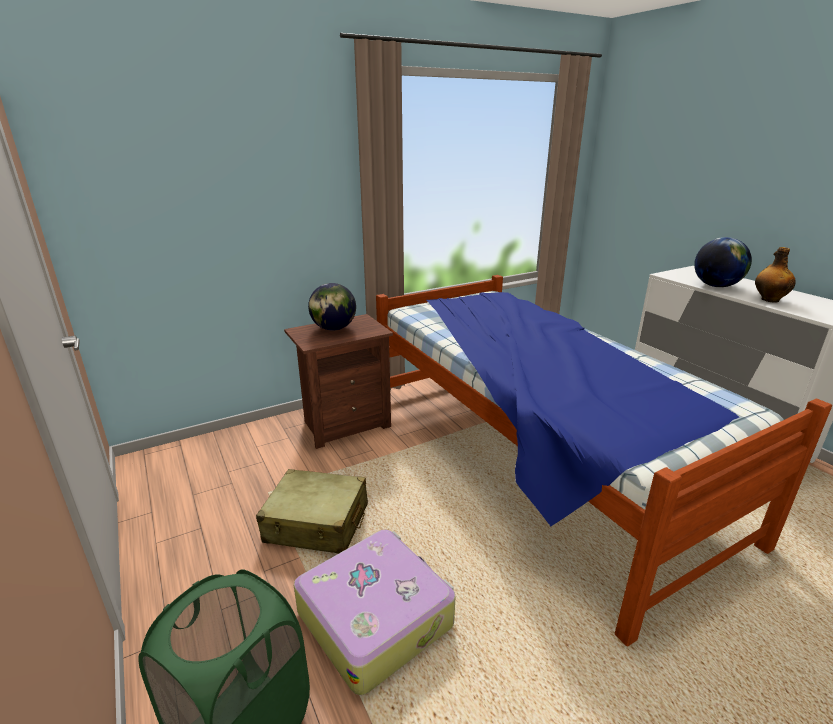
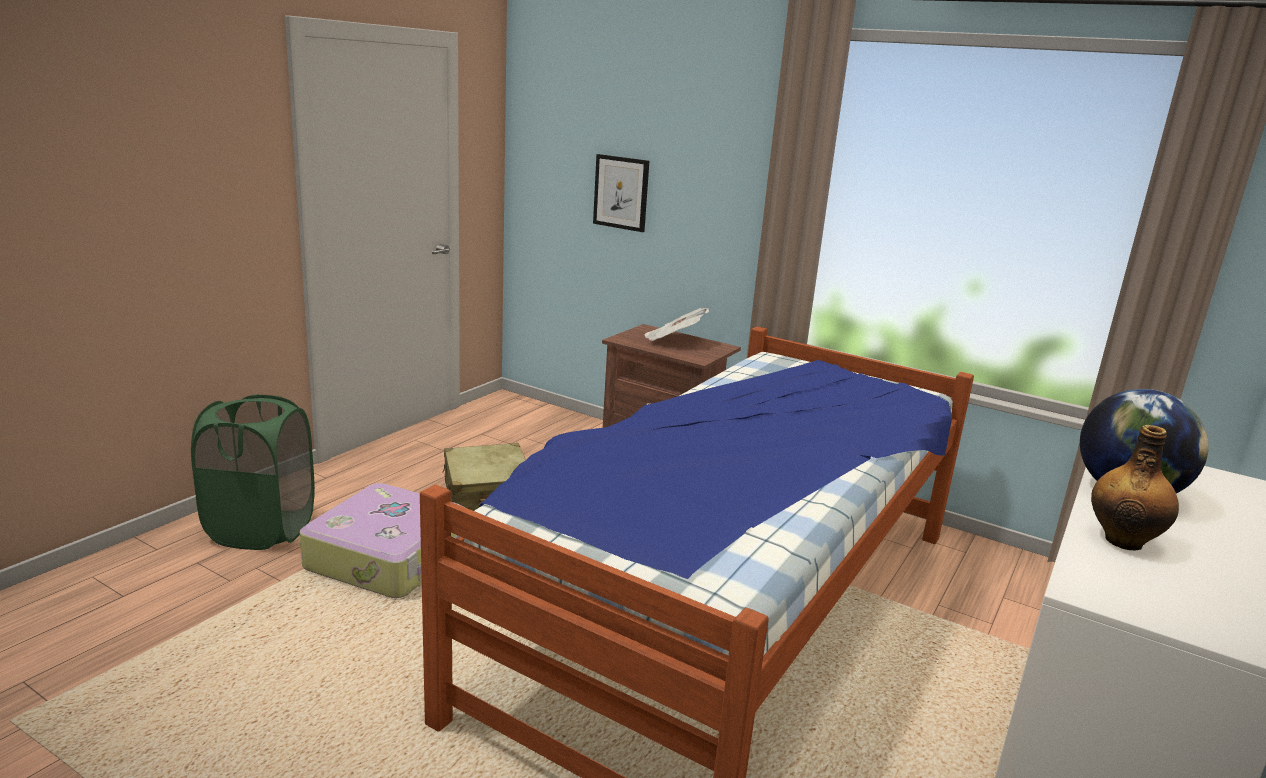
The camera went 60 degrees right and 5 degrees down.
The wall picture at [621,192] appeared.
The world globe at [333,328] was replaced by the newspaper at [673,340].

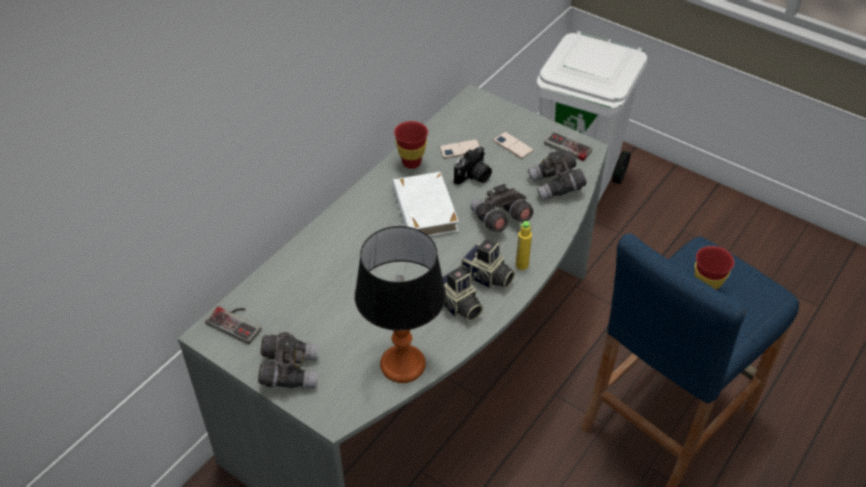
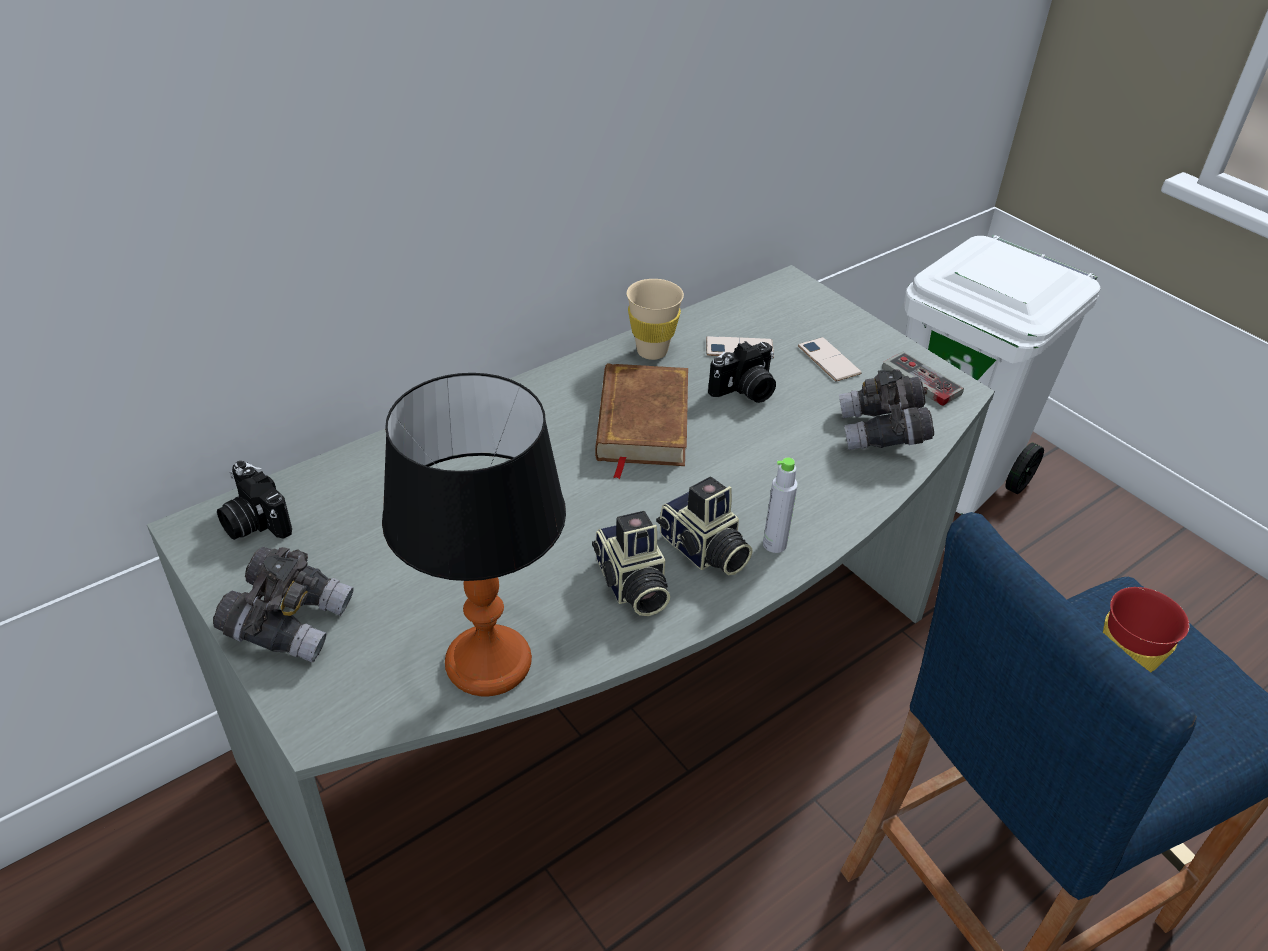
The camera went 15 degrees right and 5 degrees down.
The greyish field glasses at [500,220] disappeared.
The gamepad at [237,322] was replaced by the still camera at [253,522].
The whitish book at [424,210] became the brown-coloured book at [641,423].
The red-coloured cup at [411,163] became the beige-coloured cup at [652,351].
The yellowish drink bottle at [522,265] became the greyish drink bottle at [774,544].

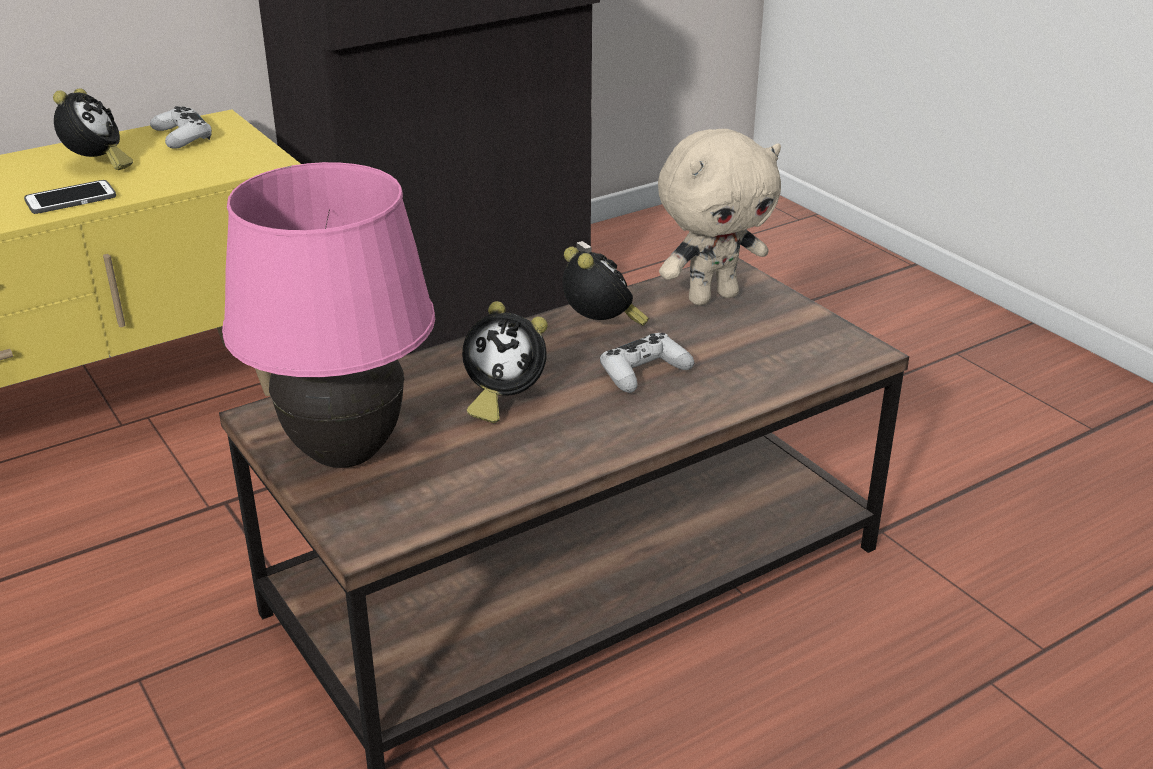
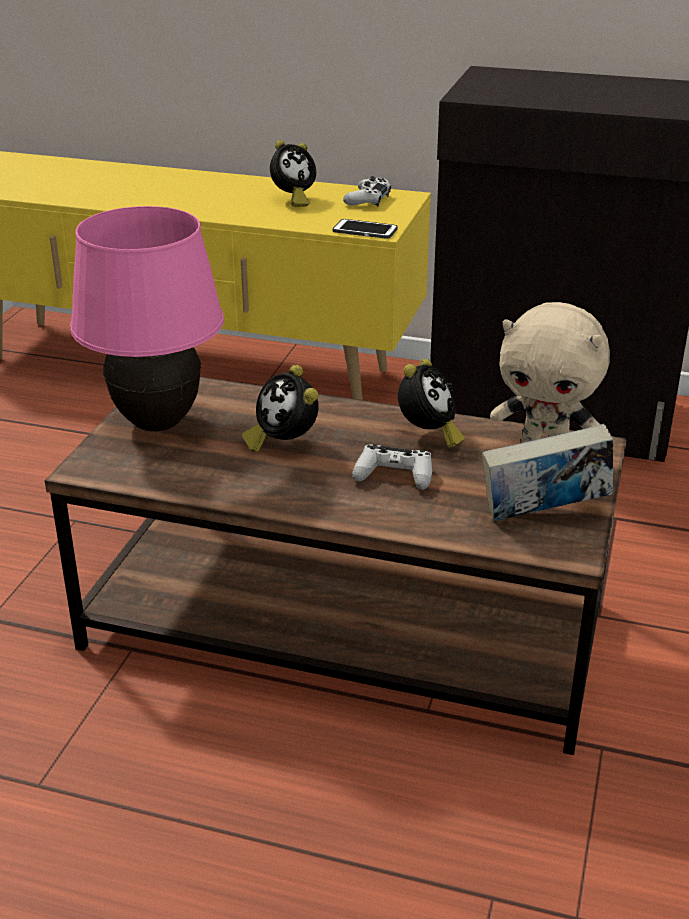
The camera went 50 degrees right and 0 degrees up.
The book at [543,516] appeared.
The telephone moved from [71,199] to [365,230].

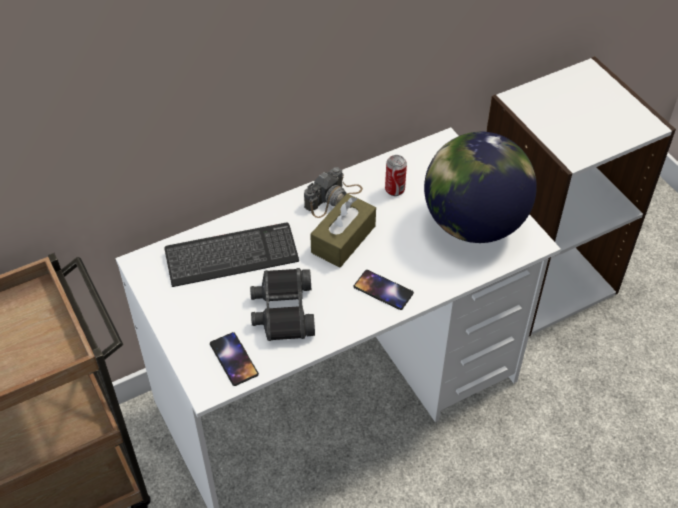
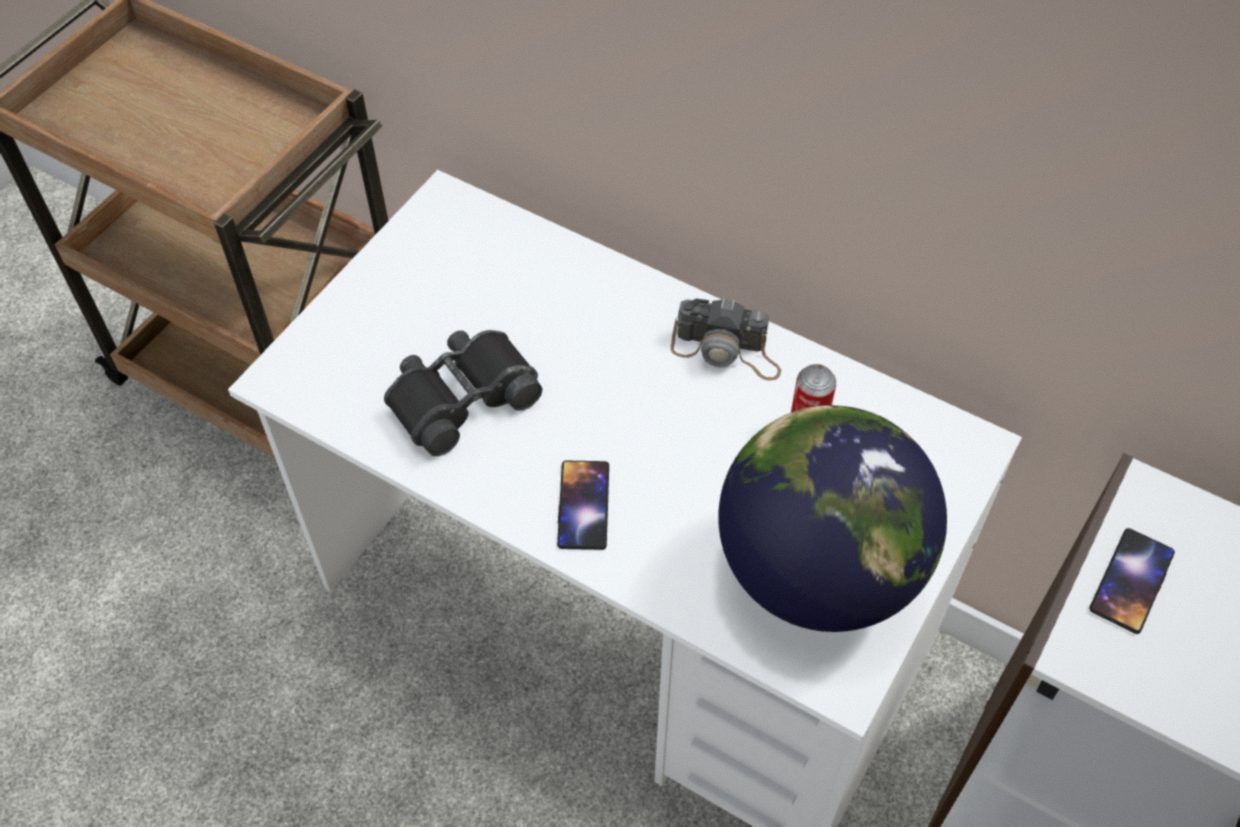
The camera went 60 degrees right and 5 degrees up.
The computer keyboard at [232,256] disappeared.
The brown-coloured tissue box at [343,239] disappeared.
The telephone moved from [234,359] to [1132,581].

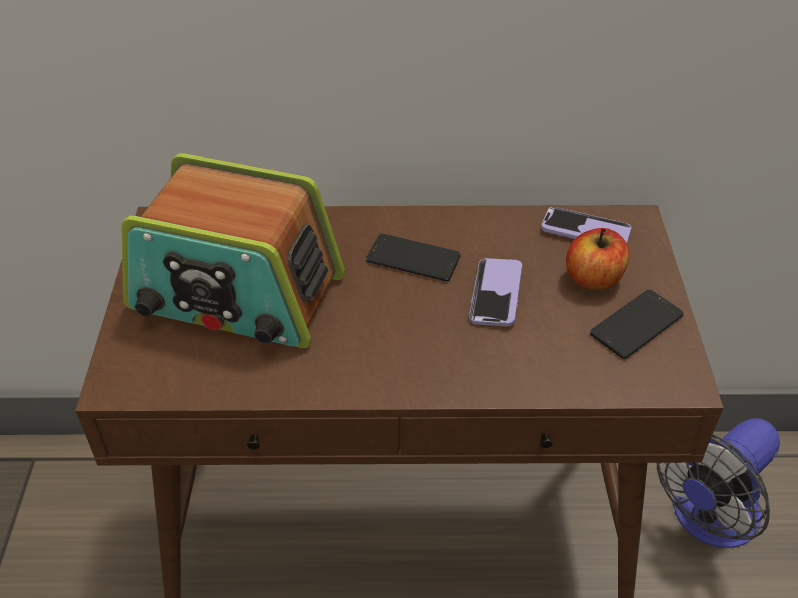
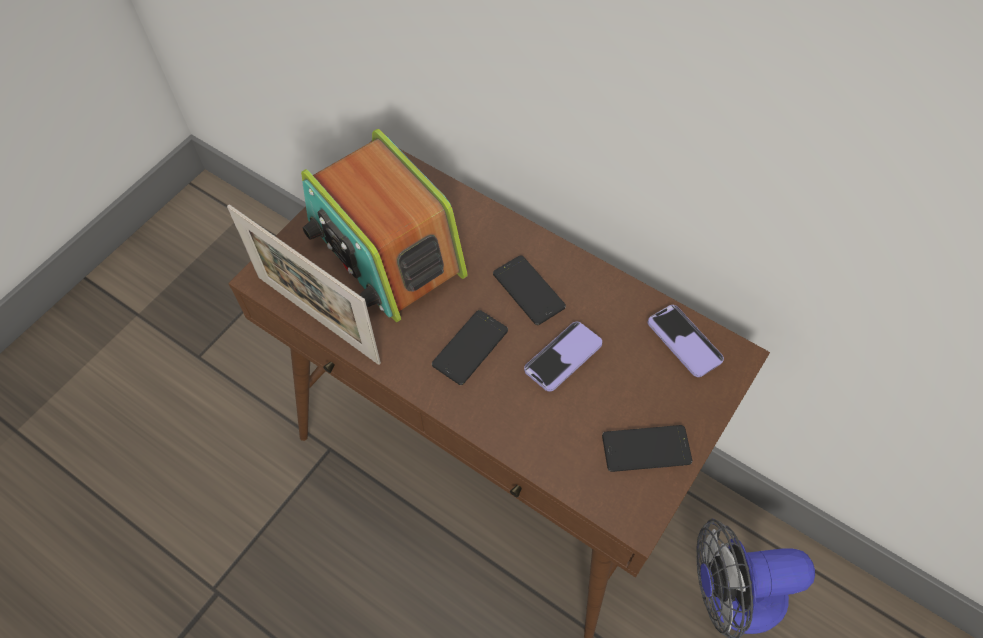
The camera went 35 degrees right and 15 degrees up.
The whole apple at [593,279] disappeared.
The picture frame at [317,319] appeared.
The telephone at [470,347] appeared.

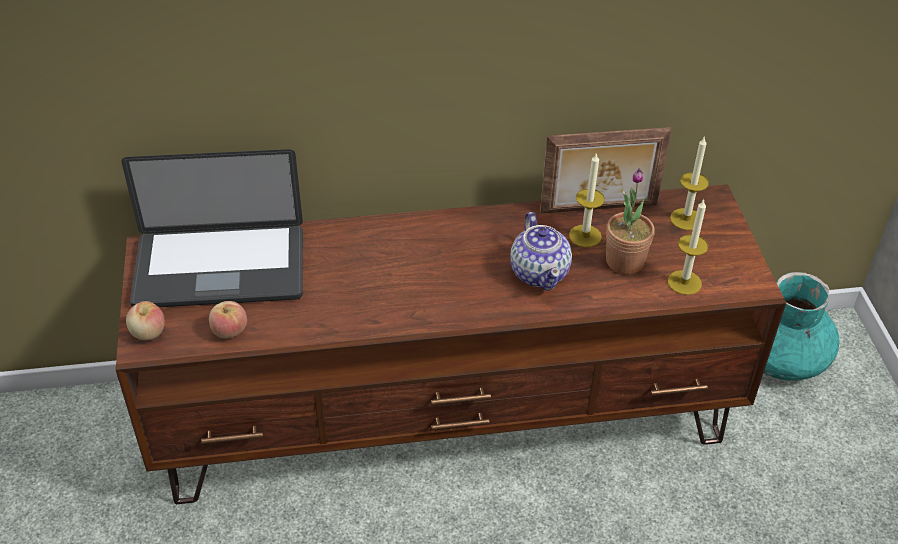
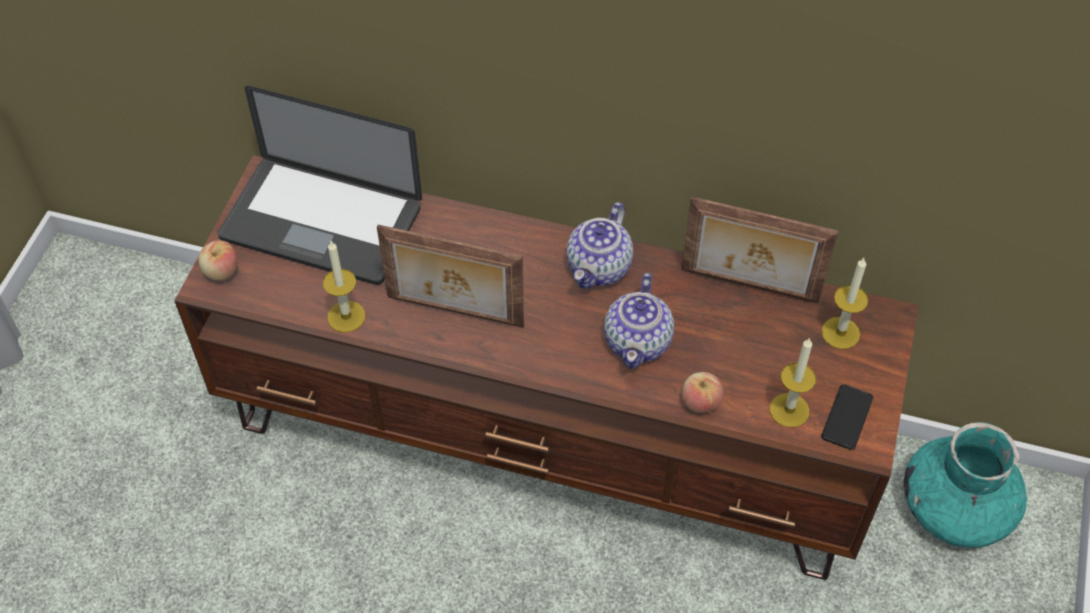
The camera went 25 degrees right and 10 degrees up.
The potted plant at [625,261] disappeared.
The picture frame at [454,313] appeared.
The tea pot at [599,268] appeared.
The telephone at [847,417] appeared.
The whole apple moved from [229,331] to [700,402].
The wax light moved from [585,236] to [346,316].

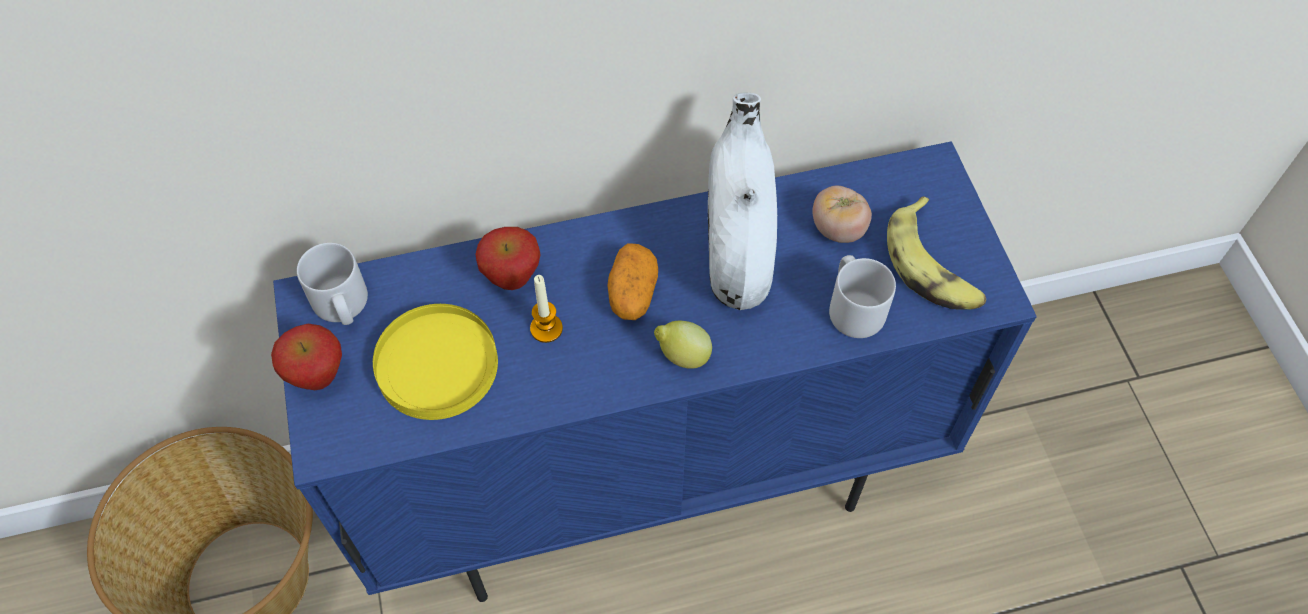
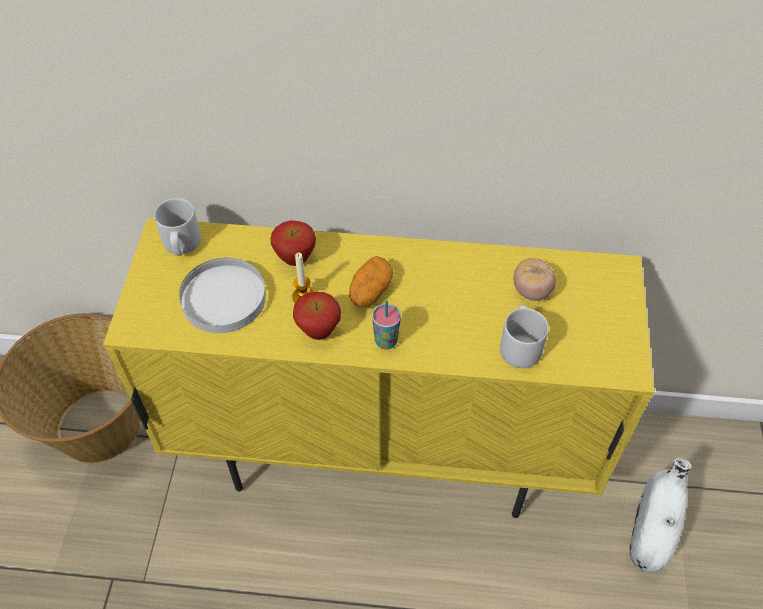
The camera went 20 degrees right and 5 degrees down.
The banana fruit at [932,267] disappeared.
The whole apple moved from [318,377] to [319,332].
The whitish vase moved from [737,251] to [649,532].
The lemon at [682,356] was replaced by the cup at [386,341].
The bluish storage cabinet at [653,483] became the yellowish storage cabinet at [382,452].
The yellowish flat dish at [436,365] became the whitish flat dish at [223,298].

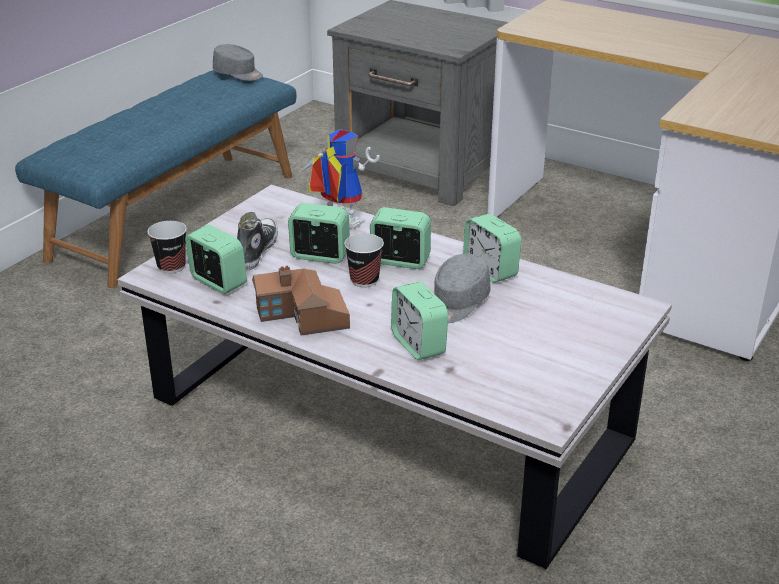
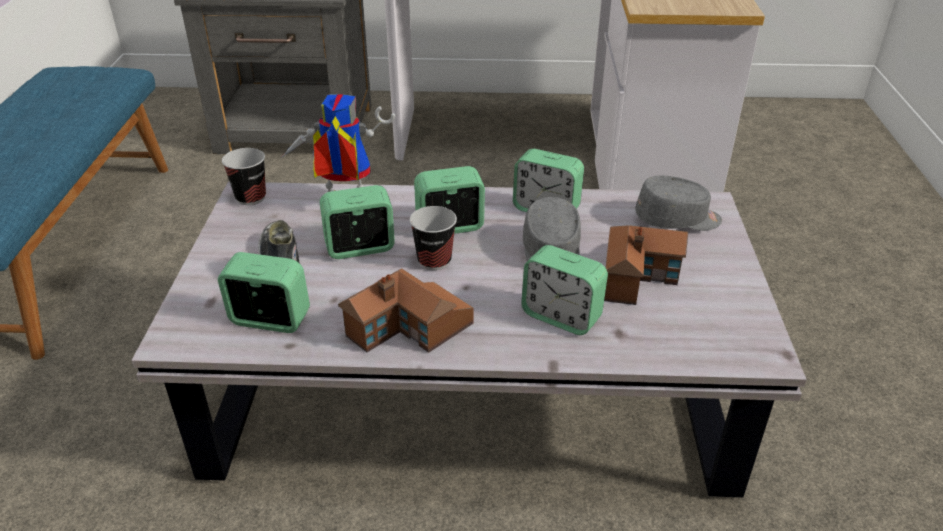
The camera went 30 degrees left and 5 degrees up.
The toy house at [640,275] appeared.
The cup moved from [171,266] to [251,197].
The greyish baseball cap moved from [238,74] to [678,220].

